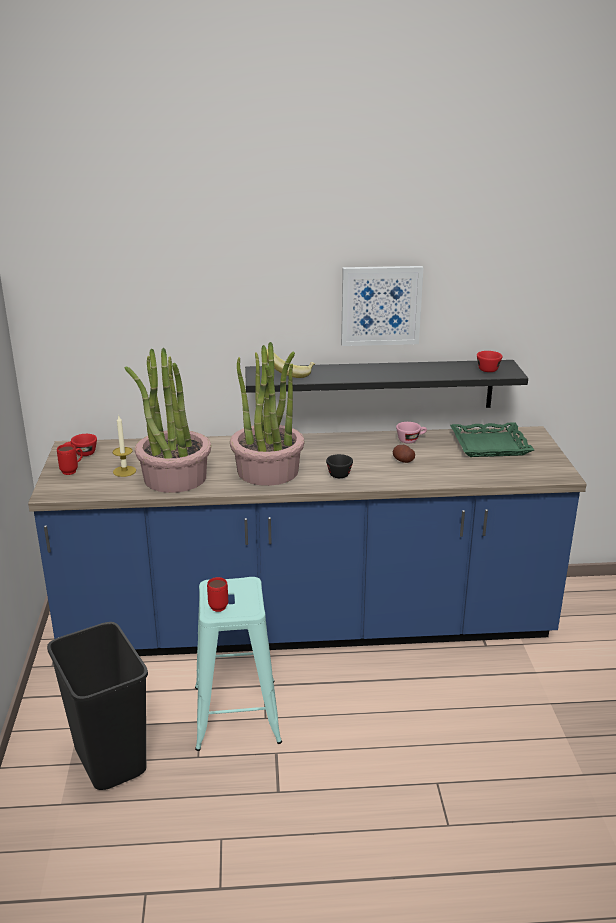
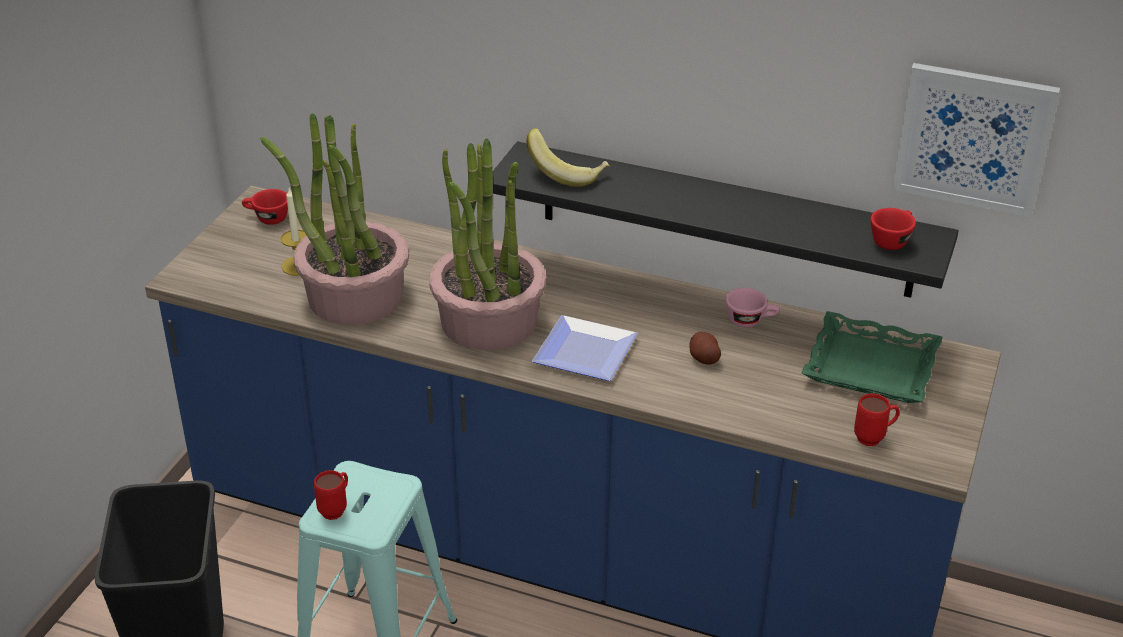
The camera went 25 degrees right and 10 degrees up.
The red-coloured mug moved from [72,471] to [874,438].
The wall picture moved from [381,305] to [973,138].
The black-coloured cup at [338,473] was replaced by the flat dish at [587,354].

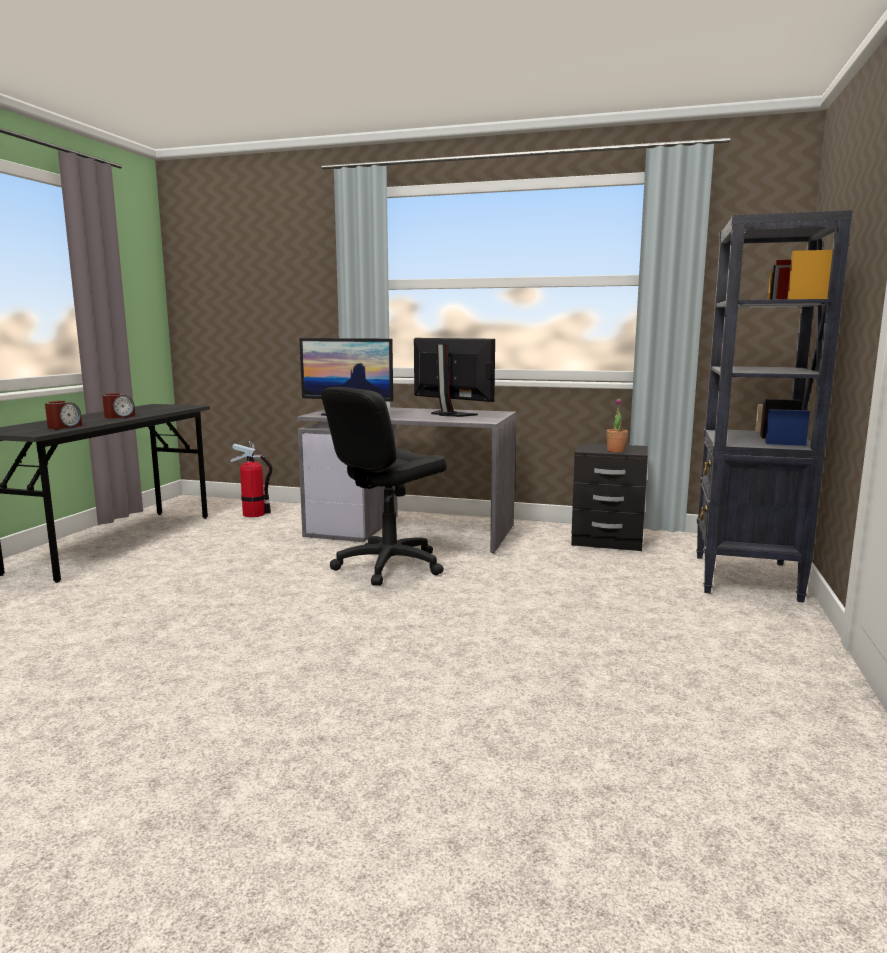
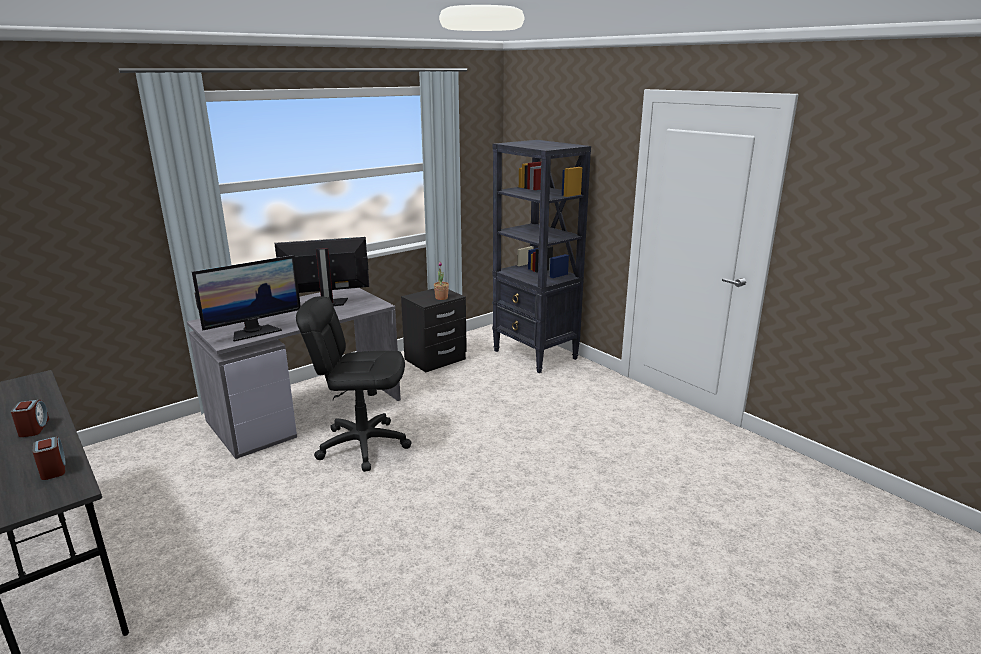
The camera went 55 degrees left and 10 degrees up.
The fire-fighting cylinder at [254,514] disappeared.
The black-coloured computer chair at [389,566] turned 105 degrees clockwise.

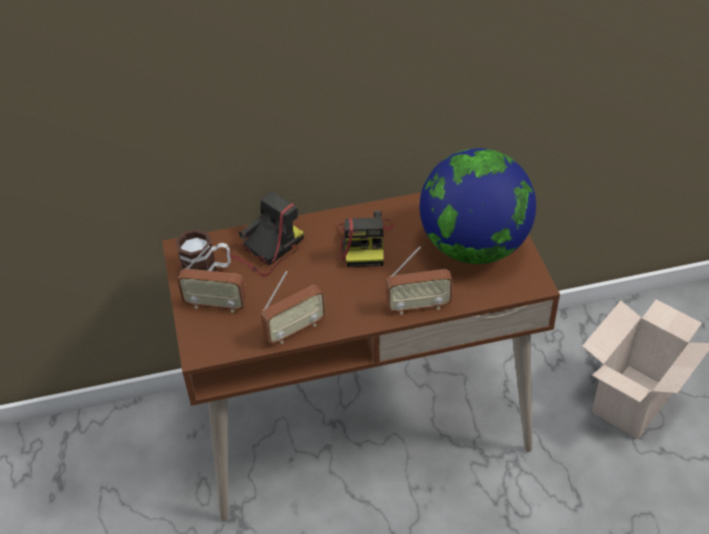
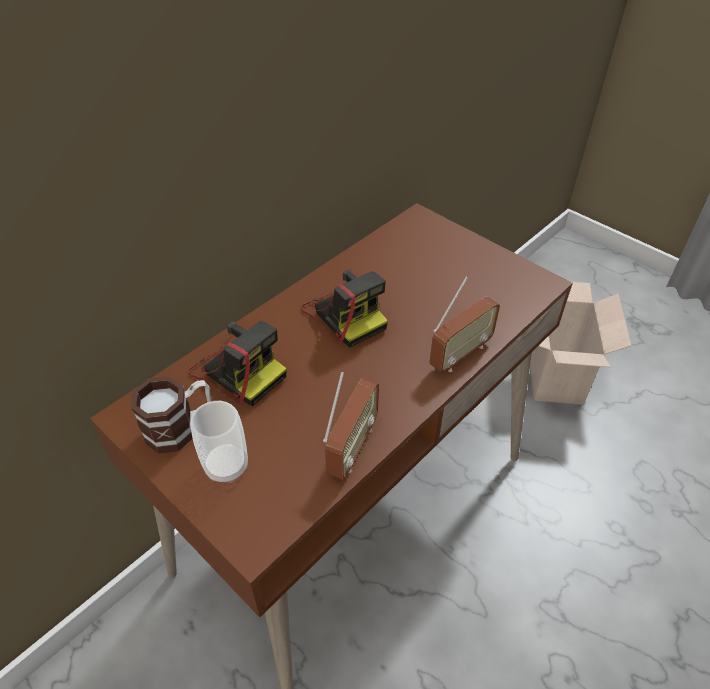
The camera went 35 degrees left and 0 degrees up.
The world globe at [474,246] disappeared.
The radio set at [215,305] was replaced by the cup at [226,466].
The still camera at [266,249] turned 120 degrees clockwise.

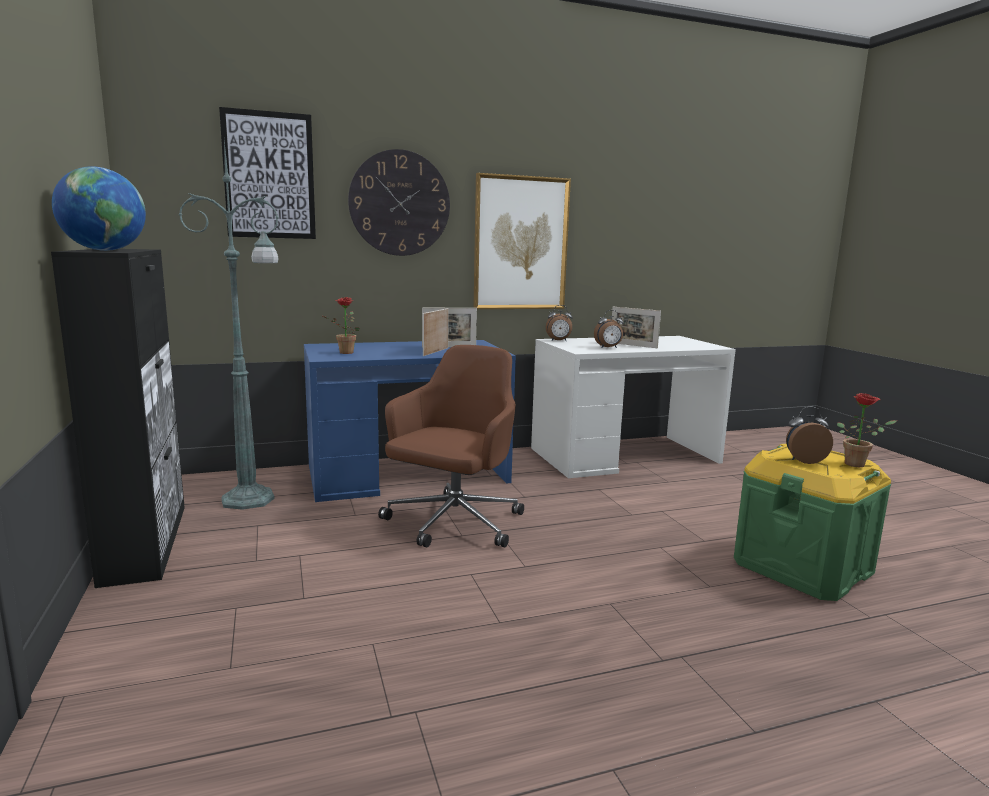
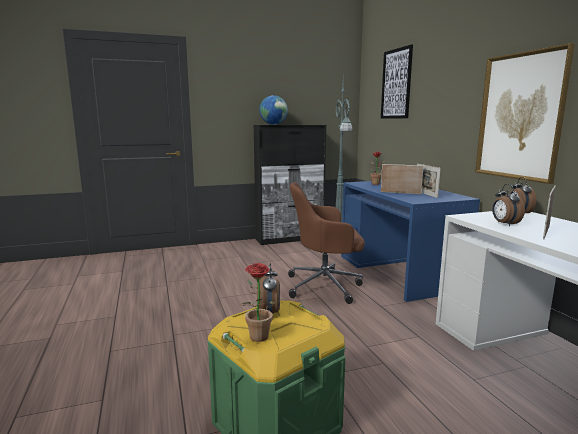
The camera went 90 degrees right and 0 degrees up.
The clock on the wall at [399,203] disappeared.
The brown-coloured computer chair at [453,523] turned 150 degrees clockwise.

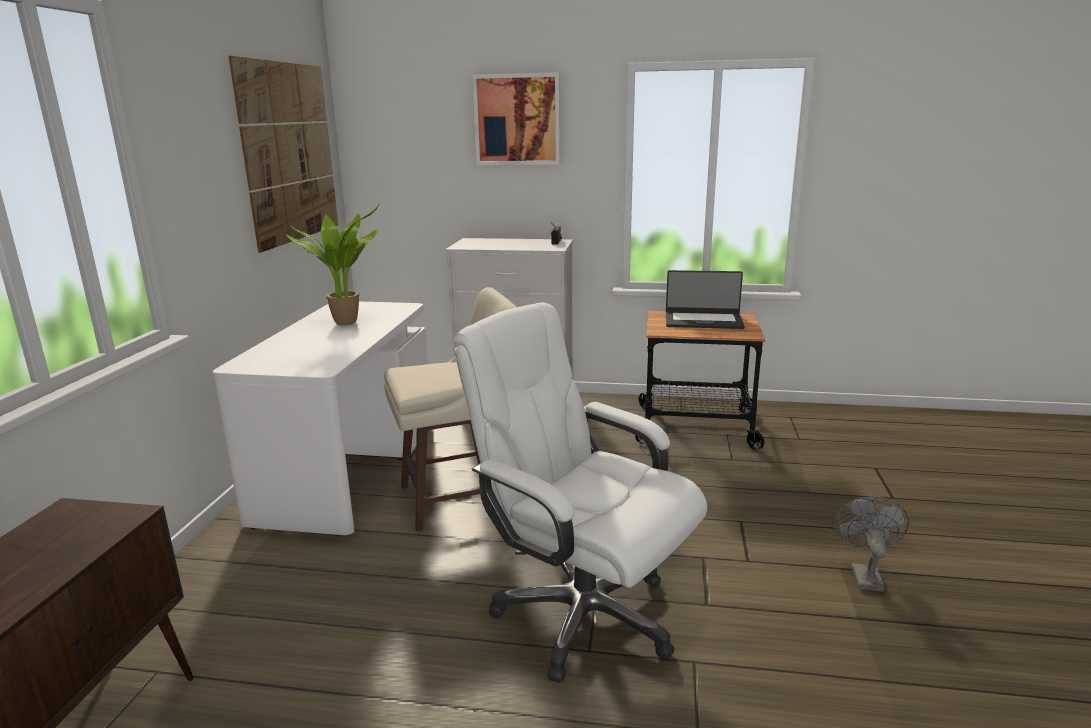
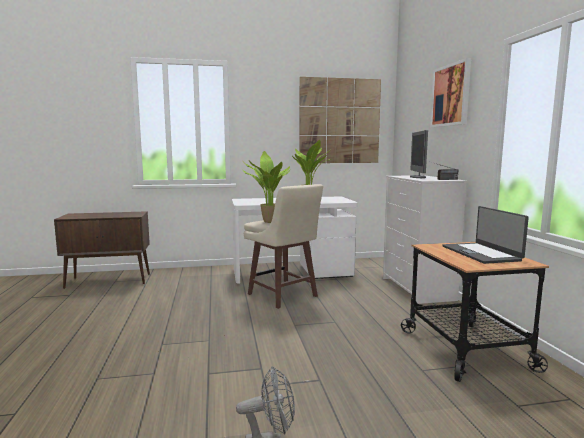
The camera went 70 degrees right and 10 degrees down.
The whitish computer chair at [582,614] disappeared.
The potted plant at [267,222] appeared.
The computer screen at [417,177] appeared.

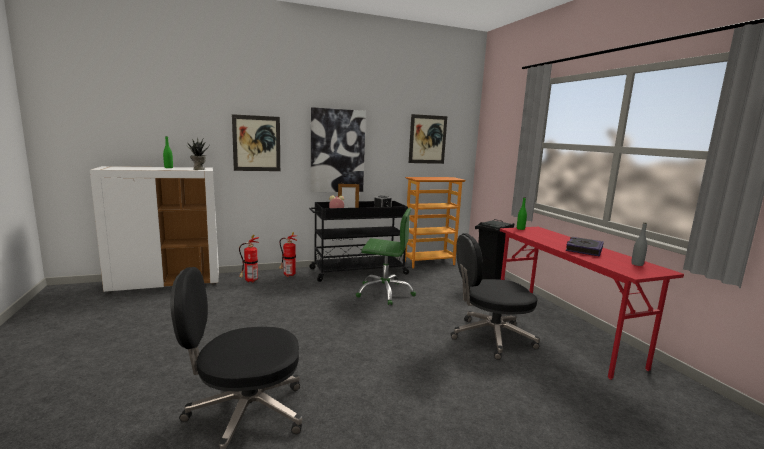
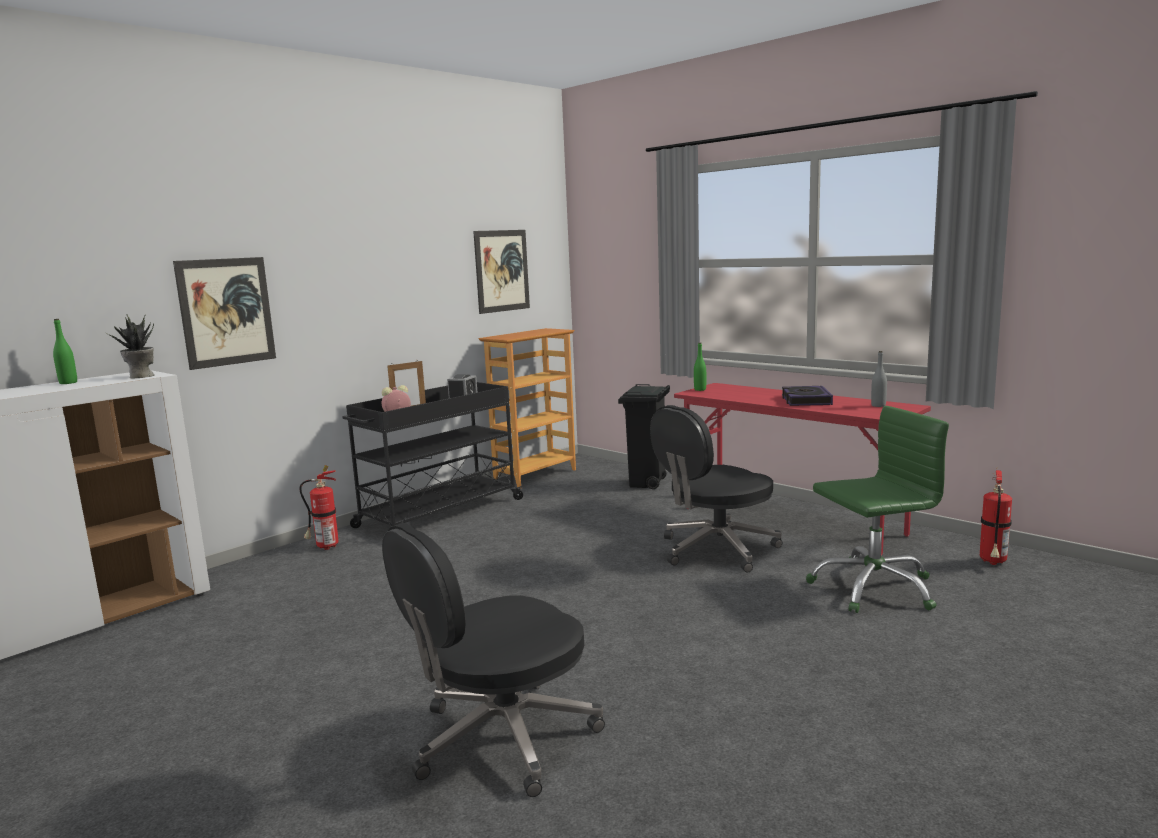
The camera went 25 degrees left and 0 degrees up.
The wall picture at [337,151] disappeared.
The fire-fighting cylinder moved from [250,281] to [993,563].
The green-coloured computer chair moved from [384,292] to [873,587].

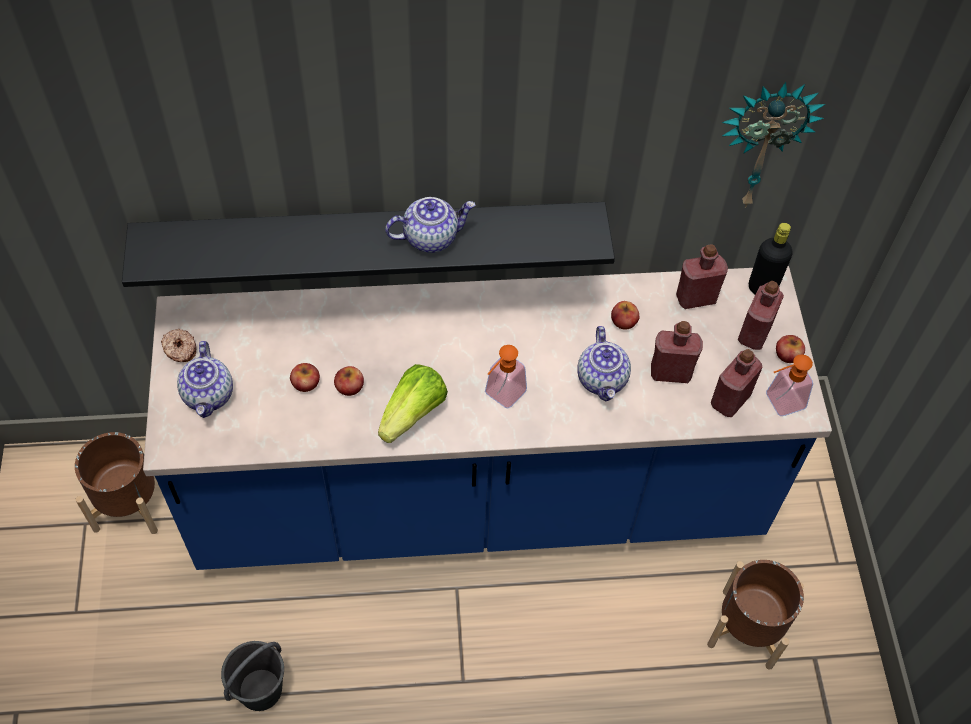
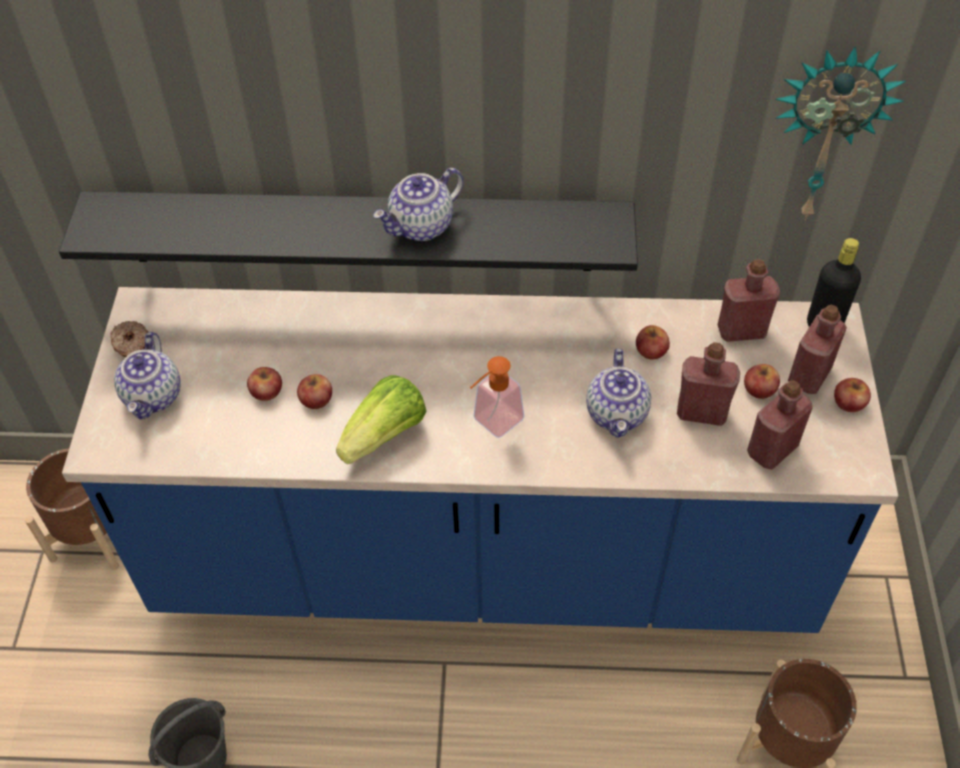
The camera went 10 degrees right and 5 degrees down.
The soap bottle at [778,403] disappeared.
The whole apple at [759,388] appeared.
The tea pot at [431,237] turned 150 degrees clockwise.

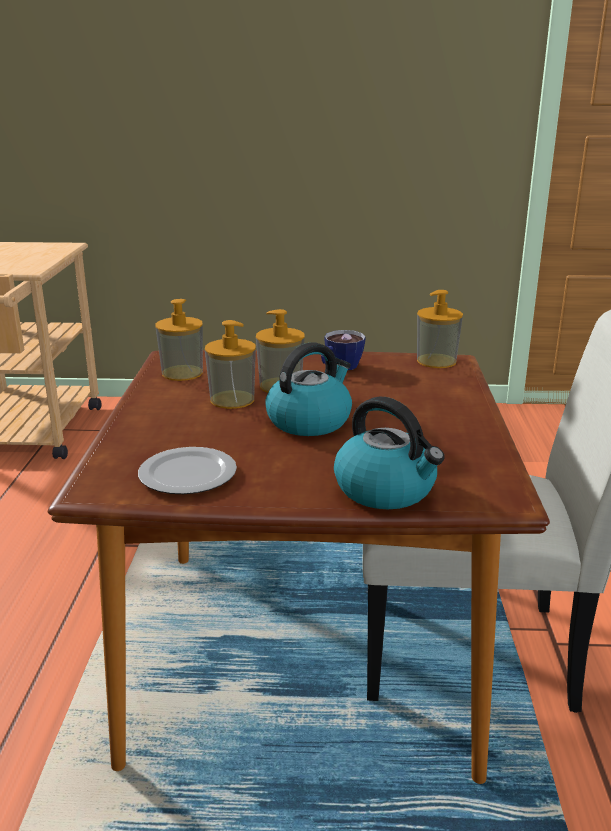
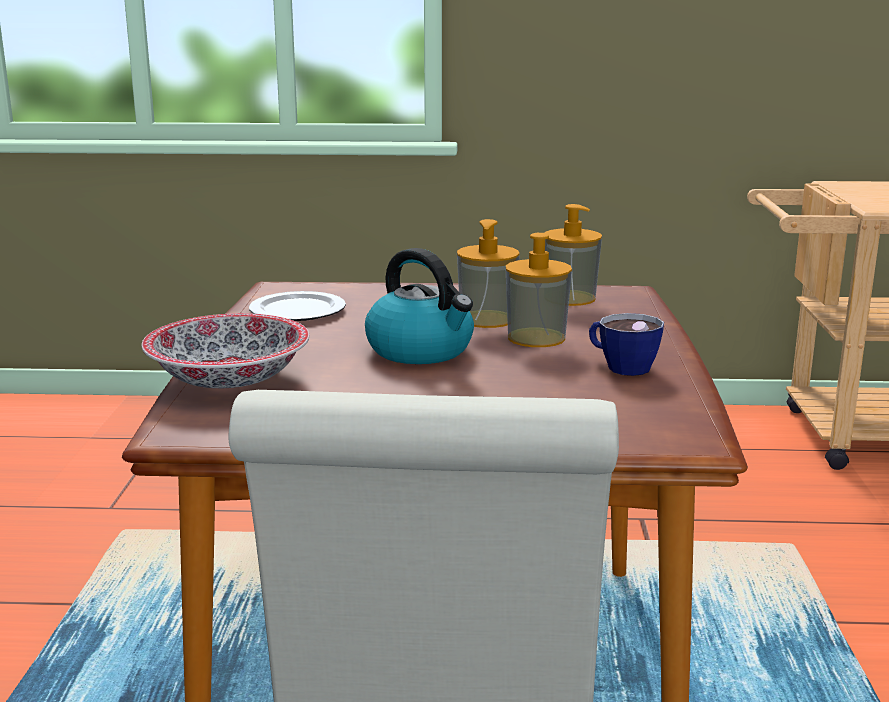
The camera went 90 degrees right and 5 degrees down.
The soap bottle at [436,361] disappeared.
The tea kettle at [386,490] was replaced by the serving bowl at [231,379].

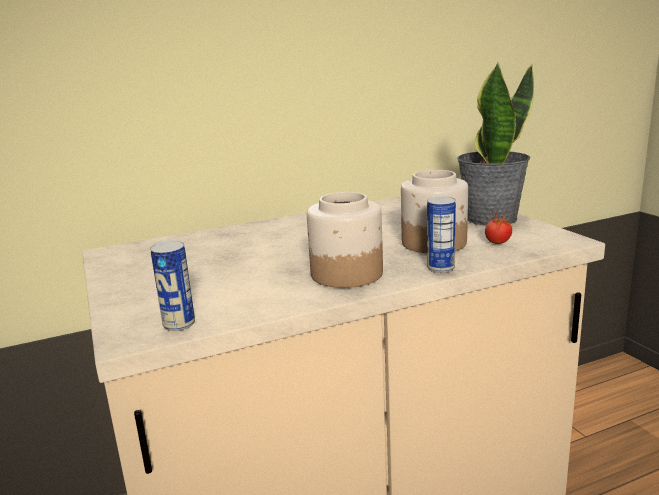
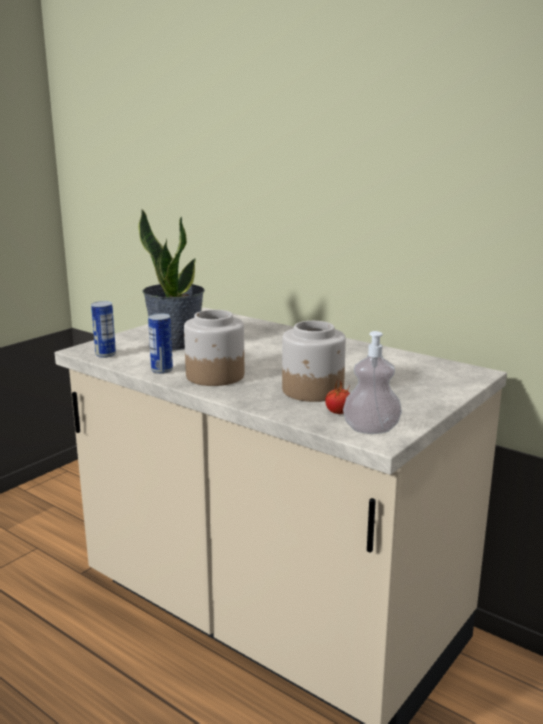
The camera went 60 degrees right and 0 degrees up.
The soap bottle at [371,429] appeared.
The can moved from [440,268] to [162,370].
The potted plant moved from [490,218] to [175,343].

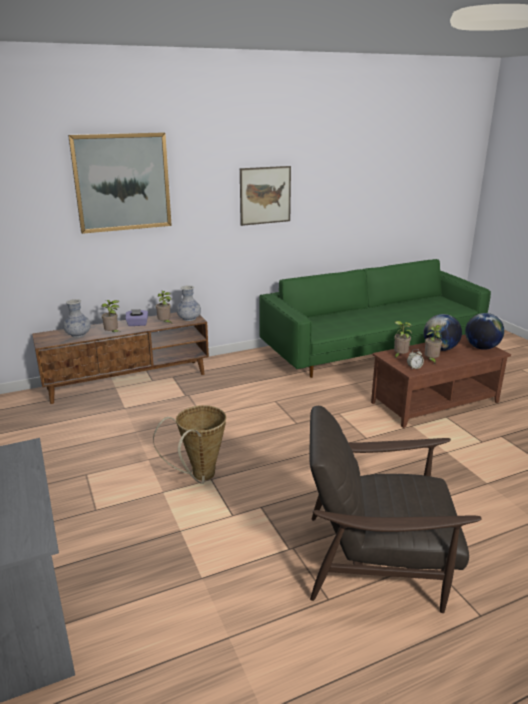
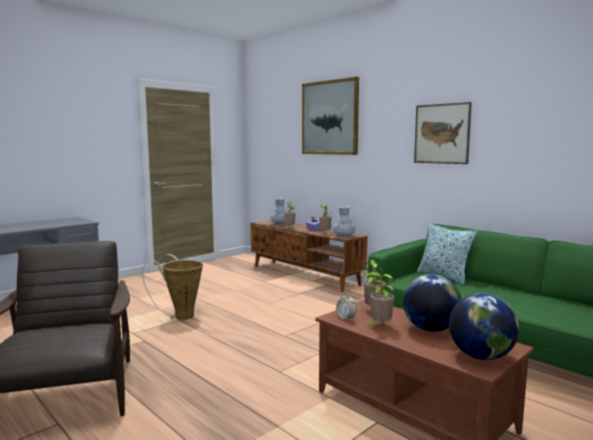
The camera went 70 degrees right and 15 degrees down.
The throw pillow at [444,276] appeared.

